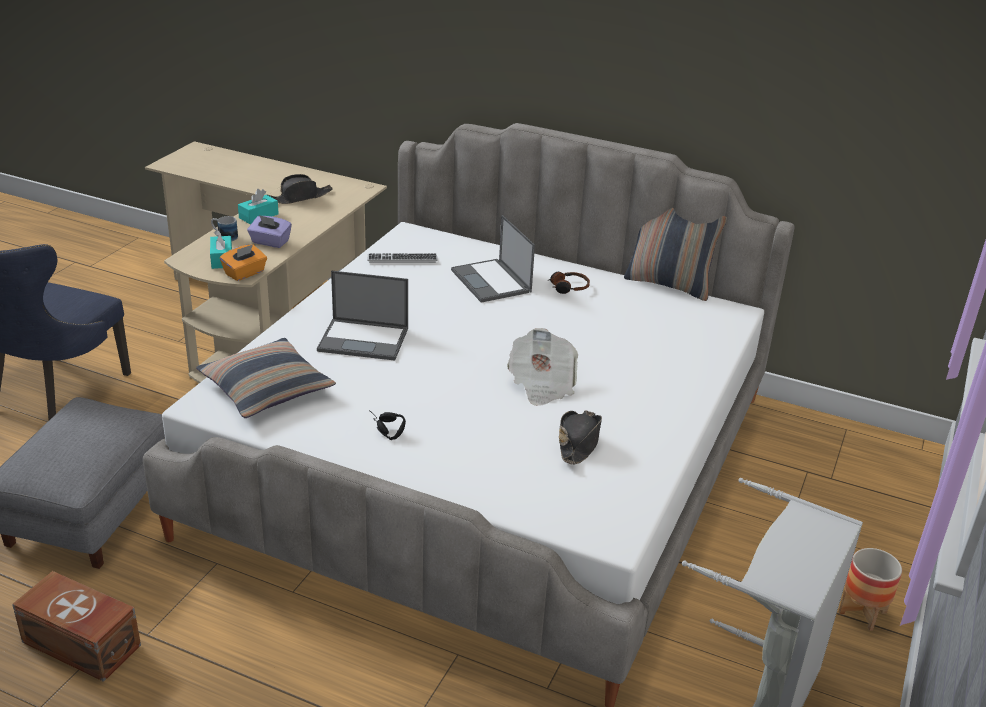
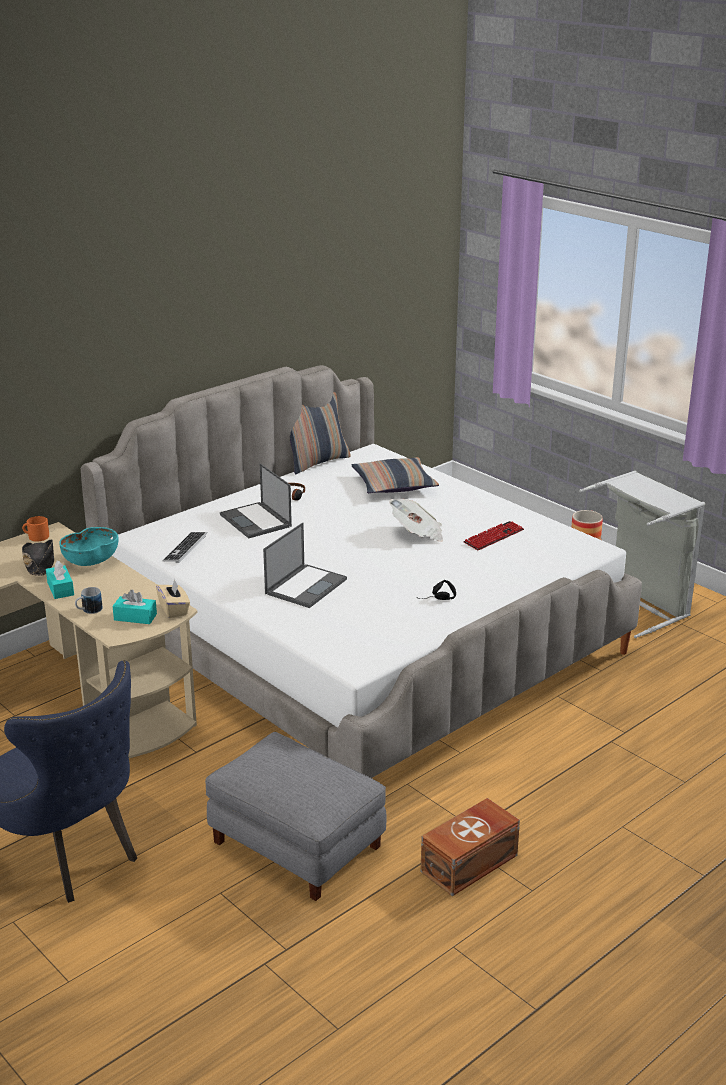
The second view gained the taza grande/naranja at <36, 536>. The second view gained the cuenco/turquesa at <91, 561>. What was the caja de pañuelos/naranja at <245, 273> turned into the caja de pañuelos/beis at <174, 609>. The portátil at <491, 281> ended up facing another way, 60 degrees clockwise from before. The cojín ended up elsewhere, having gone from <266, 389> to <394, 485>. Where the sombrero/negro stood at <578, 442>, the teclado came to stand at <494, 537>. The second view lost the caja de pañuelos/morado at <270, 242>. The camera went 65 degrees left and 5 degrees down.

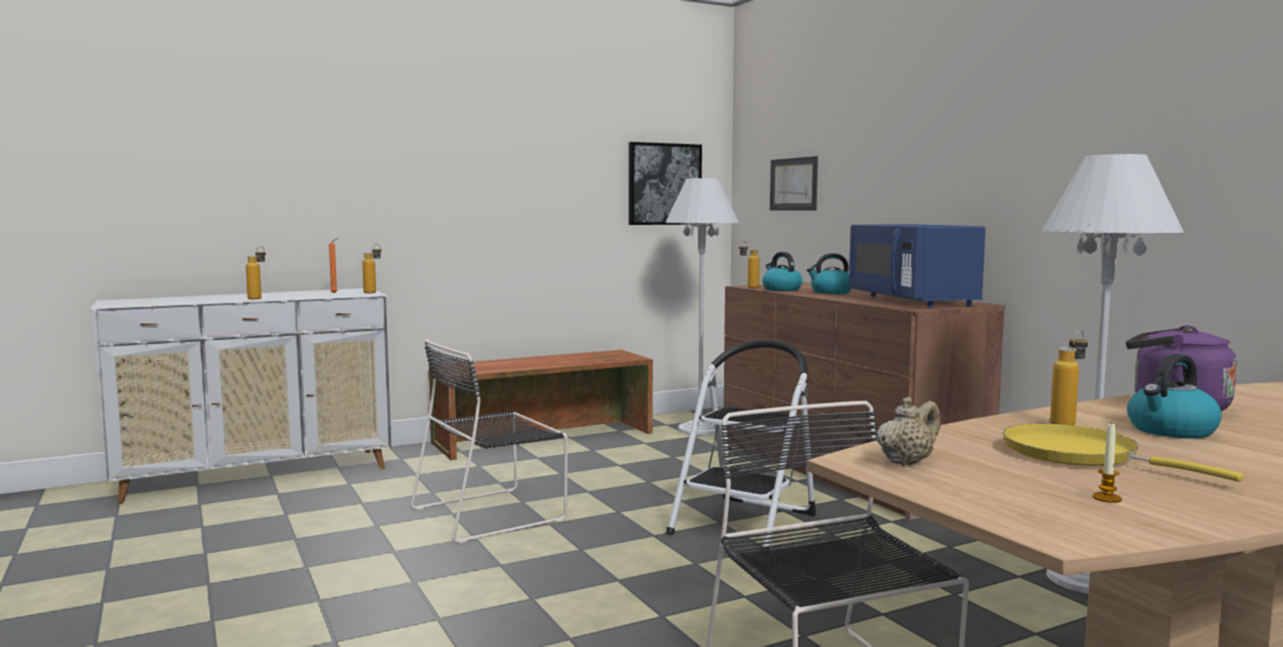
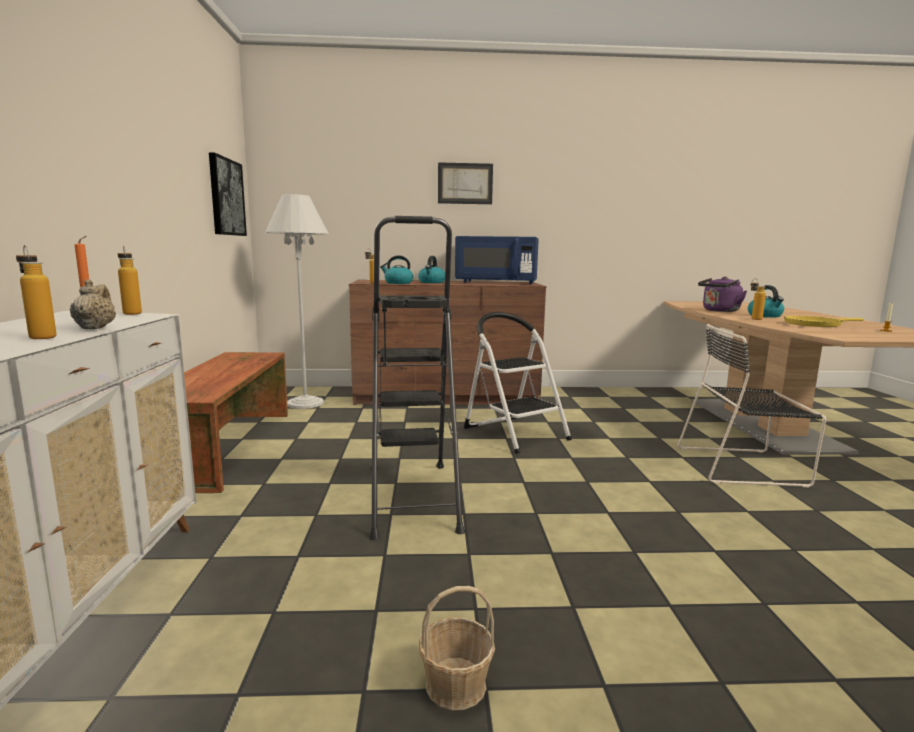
The tetera/beis ended up elsewhere, having gone from <907, 462> to <95, 328>. Where the silla/negro stood at <493, 513>, the escalera de tijera came to stand at <411, 498>. The second view gained the cesta at <455, 684>. The cuadro ended up elsewhere, having gone from <794, 184> to <465, 183>. The second view lost the lámpara de pie/blanco at <1086, 579>. The camera went 65 degrees left and 5 degrees up.

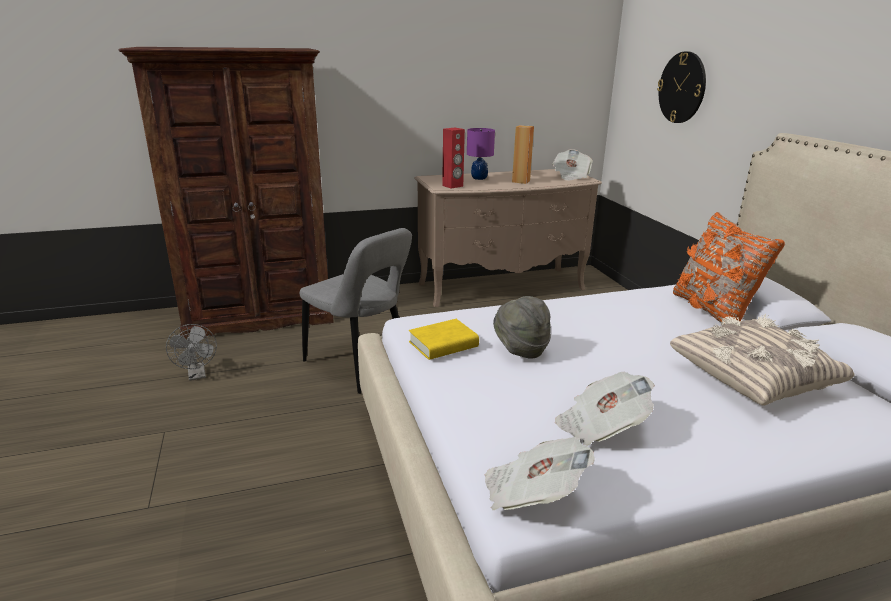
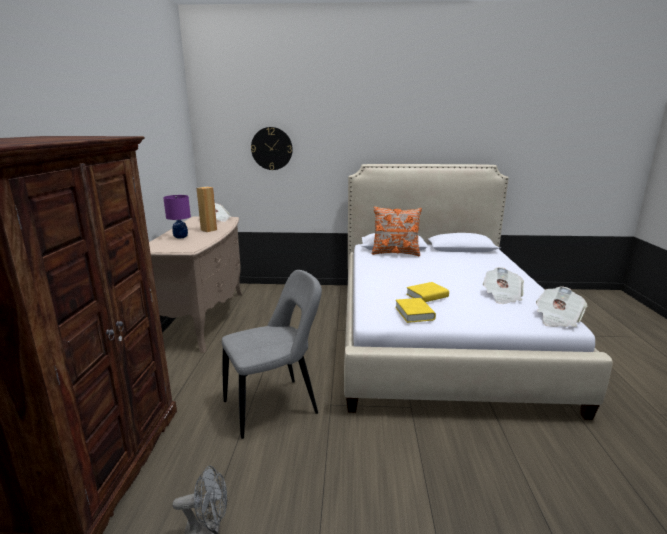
Where the sombrero/gris stood at <520, 349>, the libro/amarillo came to stand at <427, 296>. The second view lost the altavoz/rojo at <453, 186>. The second view lost the cojín/beis at <751, 380>. The camera went 70 degrees left and 5 degrees down.

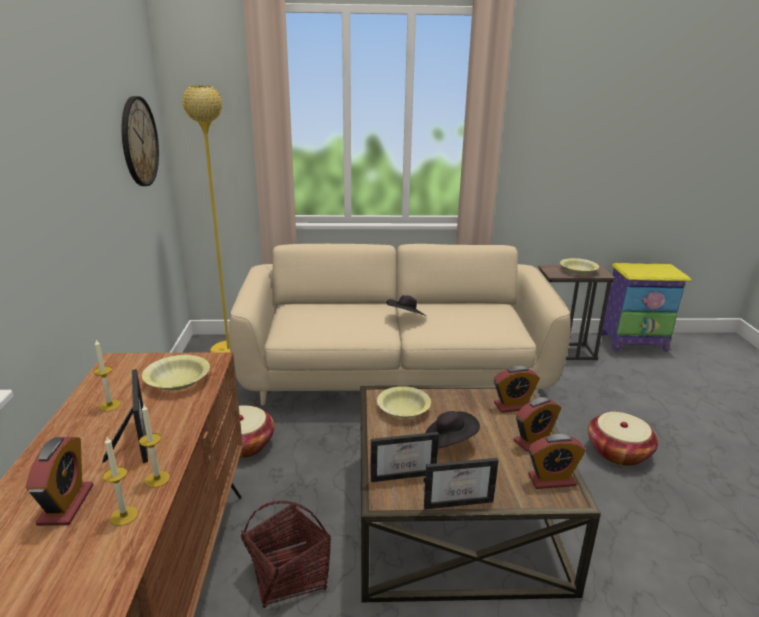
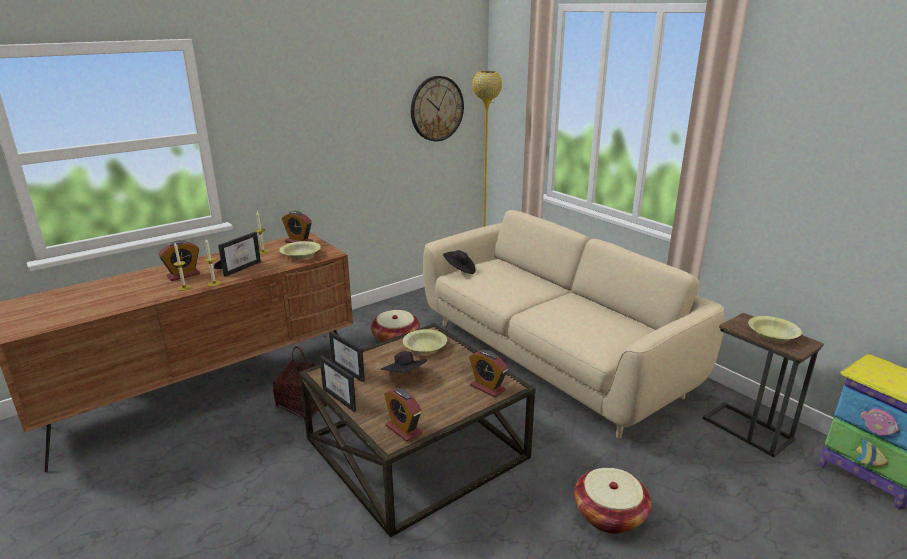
The despertador ended up elsewhere, having gone from <534, 441> to <299, 242>. The sombrero/negro ended up elsewhere, having gone from <406, 317> to <459, 270>. The camera went 55 degrees right and 0 degrees up.

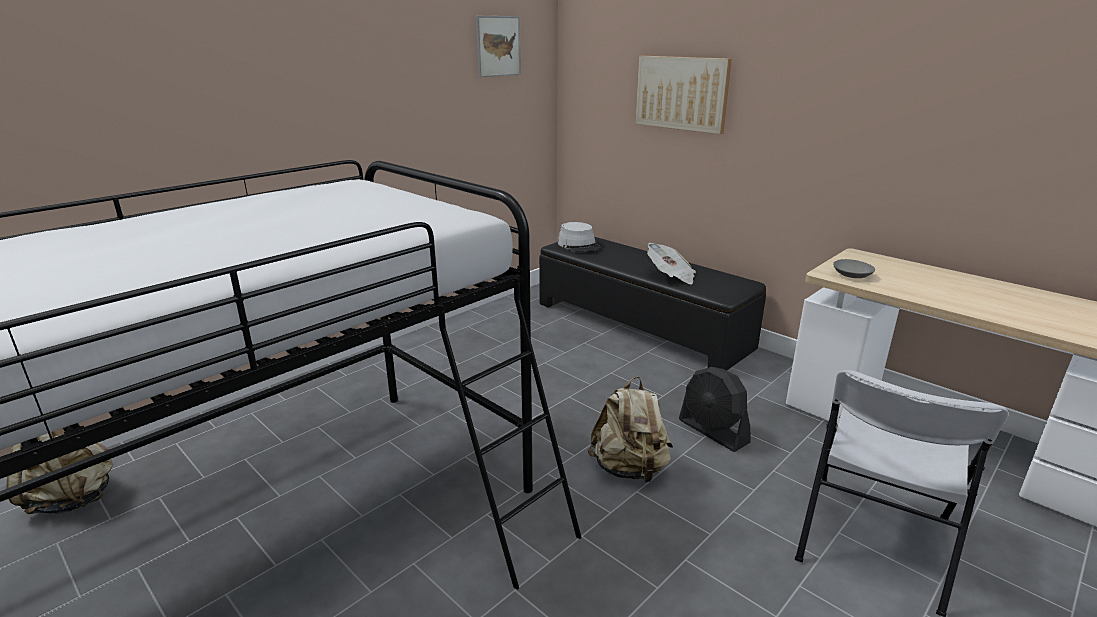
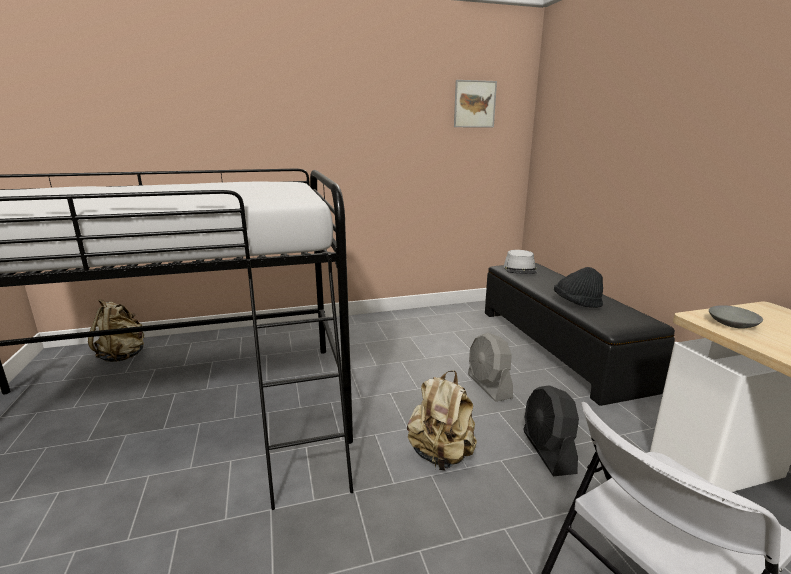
The second view gained the ventilador/gris at <489, 386>. Where the periódico stood at <671, 276>, the sombrero/negro came to stand at <576, 304>. The second view lost the cuadro at <682, 93>. The camera went 30 degrees right and 5 degrees down.

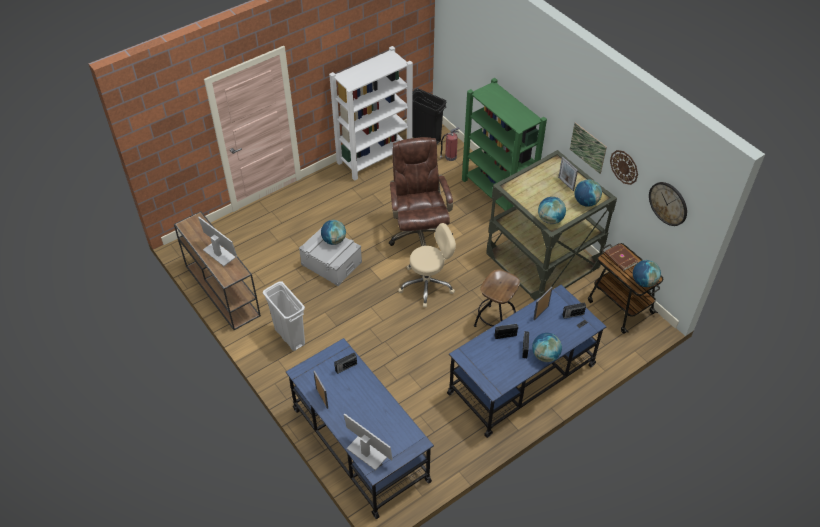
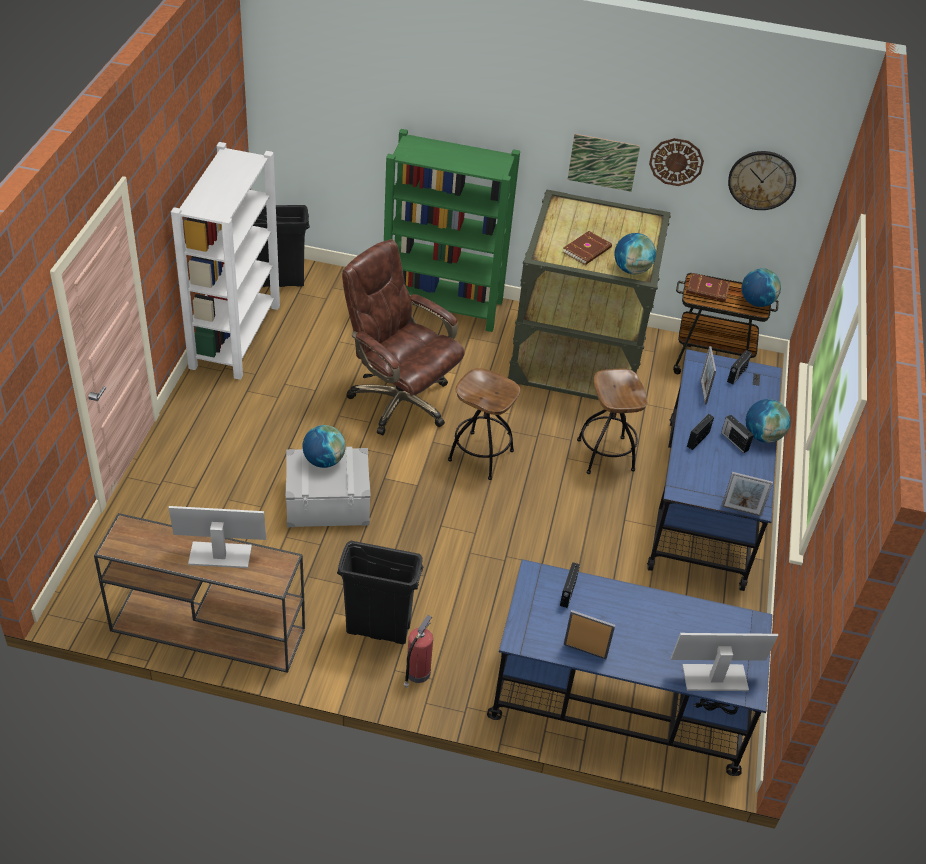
What was the papelera/blanco at <290, 337> turned into the papelera/negro at <378, 630>. The extintor ended up elsewhere, having gone from <450, 157> to <417, 673>. Where the silla de oficina/beis stood at <429, 284>, the taburete/marrón came to stand at <481, 455>. The second view gained the libro/marrón at <587, 250>. The portarretratos ended up elsewhere, having gone from <566, 184> to <741, 510>. The second view lost the globo terráqueo at <586, 202>. The camera went 45 degrees left and 5 degrees down.

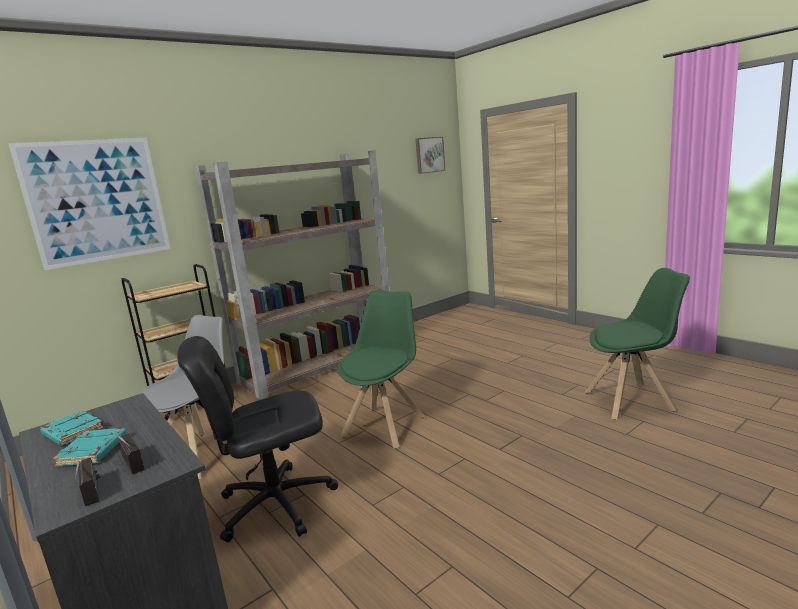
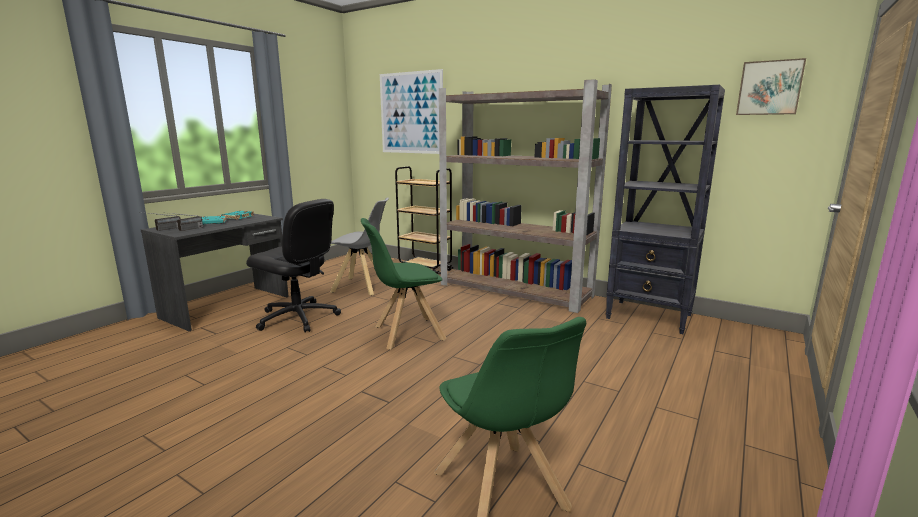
The silla de oficina/negro at <276, 503> ended up facing another way, 150 degrees clockwise from before. The silla/verde at <385, 424> ended up facing another way, 150 degrees clockwise from before. The second view gained the estantería/negro at <649, 317>. The camera went 70 degrees right and 0 degrees up.

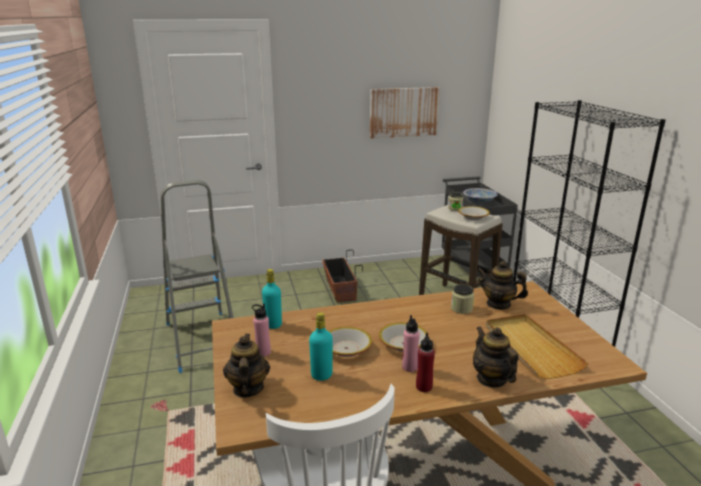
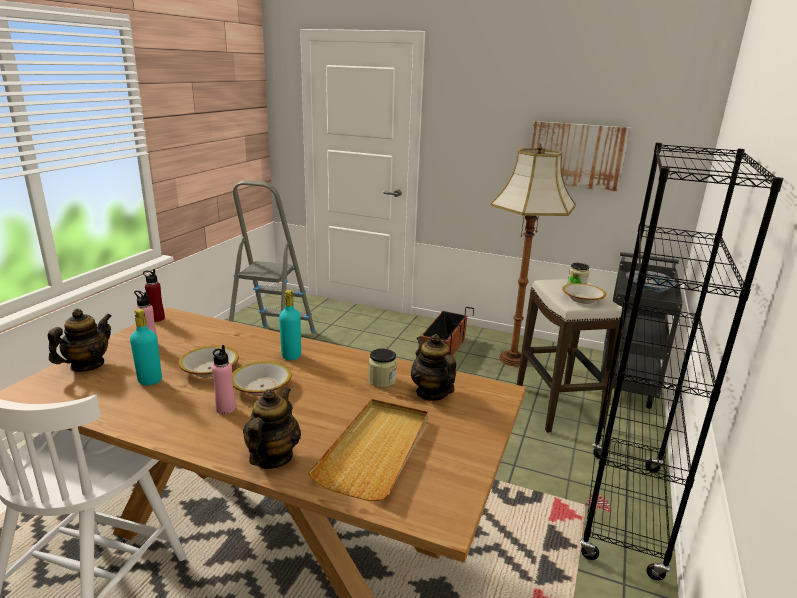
The botella/rojo ended up elsewhere, having gone from <424, 387> to <157, 319>. The botella/turquesa ended up elsewhere, having gone from <273, 324> to <291, 356>. The second view gained the lámpara de pie at <514, 359>. The camera went 35 degrees right and 0 degrees up.

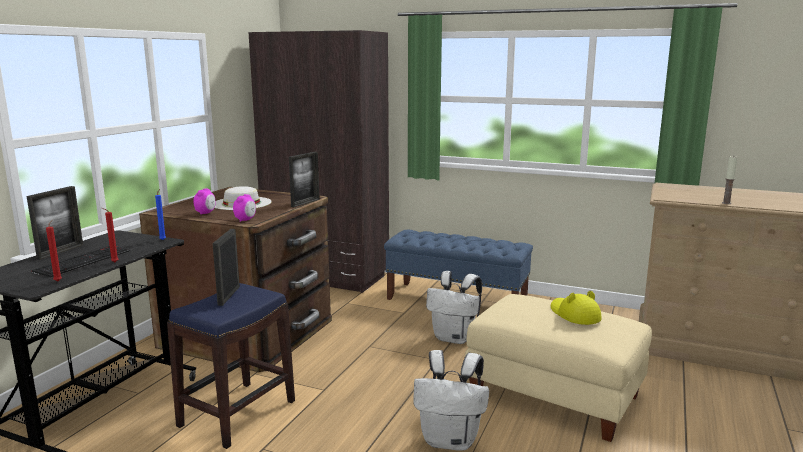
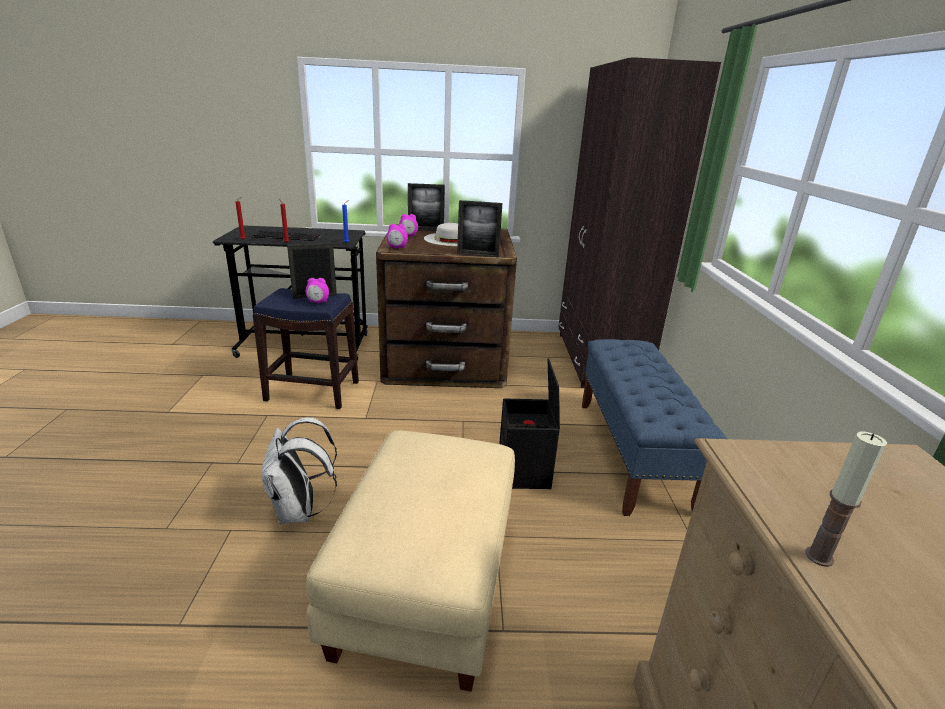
The second view gained the despertador at <318, 302>. The portarretratos ended up elsewhere, having gone from <60, 251> to <426, 230>. Where the mochila/blanco stood at <455, 338>, the caja de almacenaje/negro came to stand at <525, 472>. The second view lost the sombrero/amarillo at <574, 314>. The camera went 65 degrees right and 10 degrees up.

